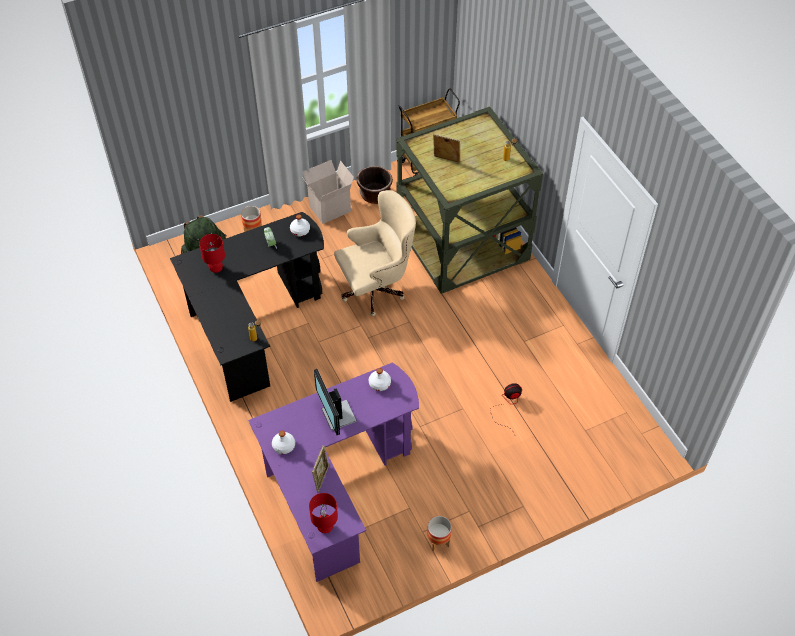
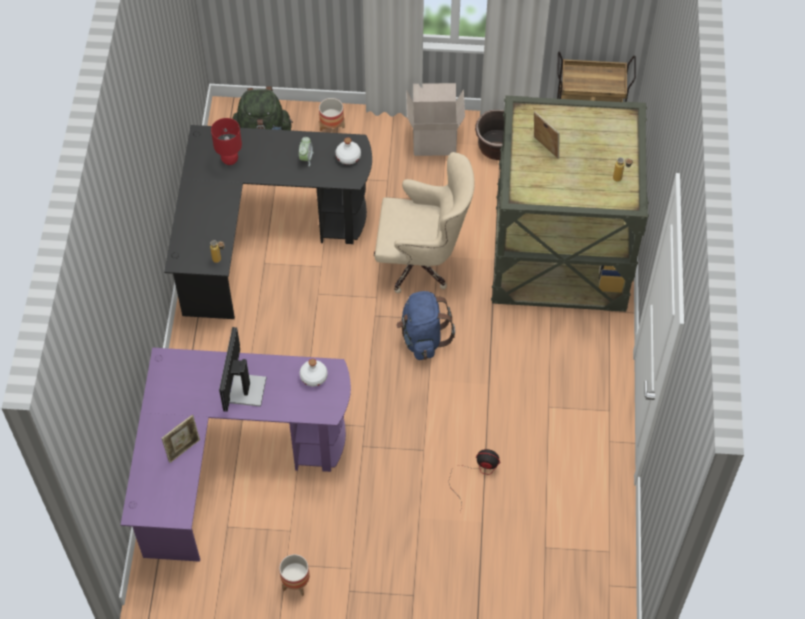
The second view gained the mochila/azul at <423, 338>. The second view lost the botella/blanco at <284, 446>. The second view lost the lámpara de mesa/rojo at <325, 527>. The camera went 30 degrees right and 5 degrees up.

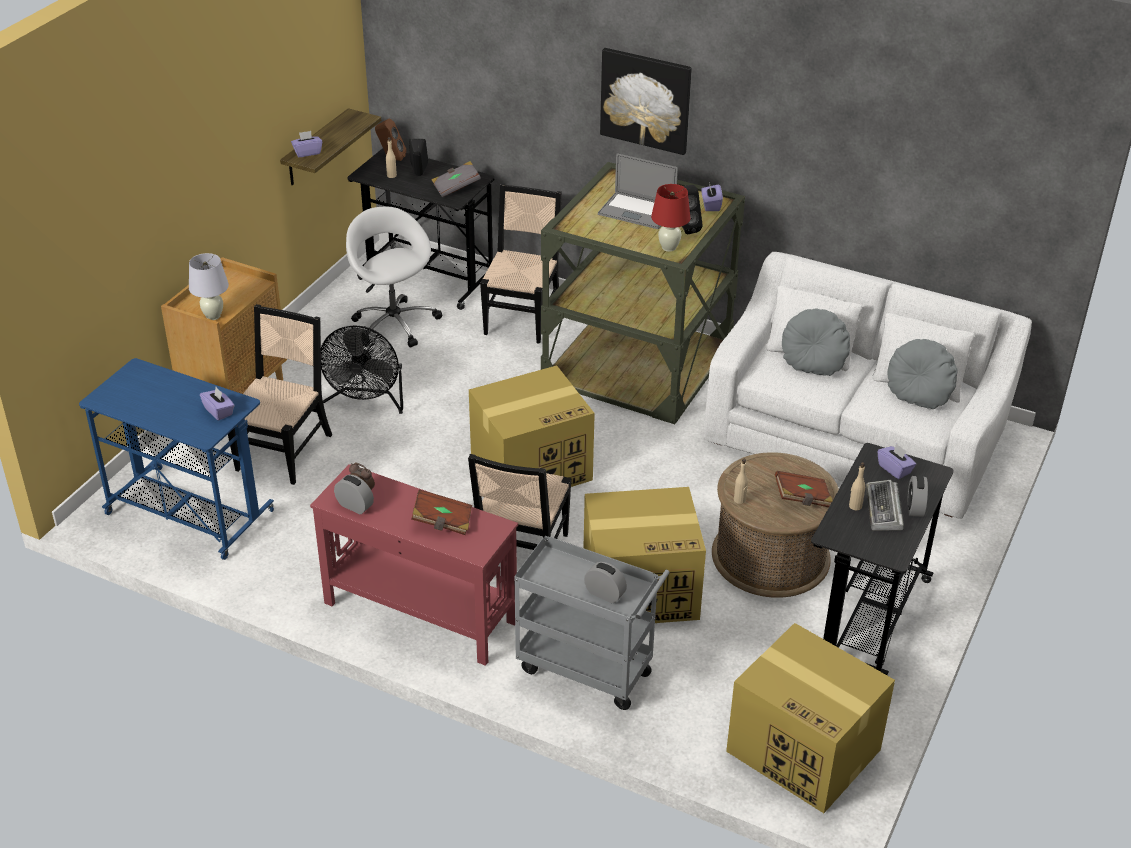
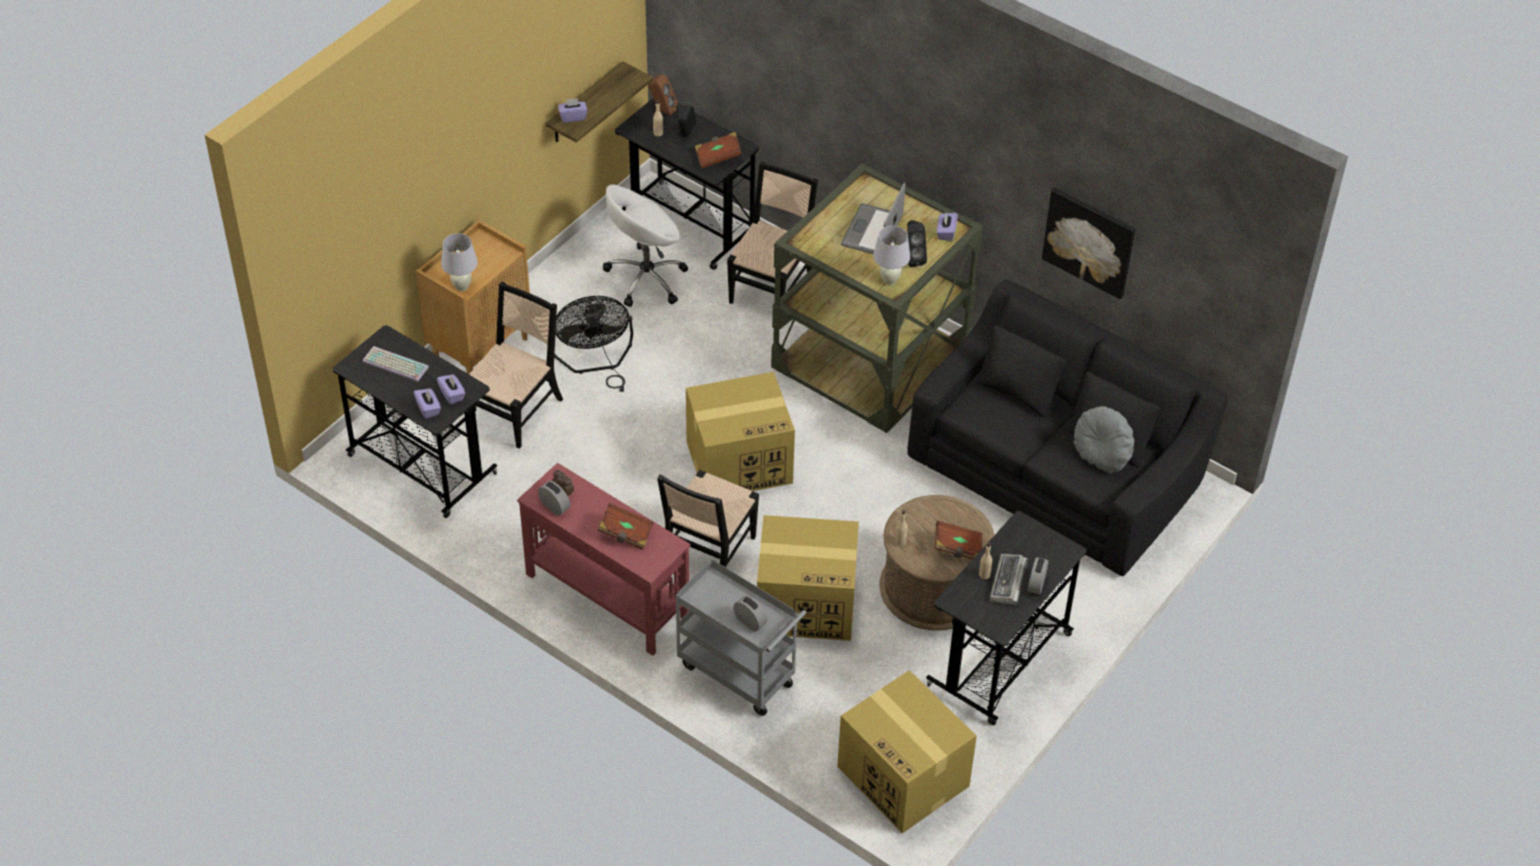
What was the escritorio/azul at <189, 513> turned into the escritorio/negro at <422, 465>. The second view gained the teclado at <394, 365>. The caja de pañuelos/morado ended up elsewhere, having gone from <895, 469> to <428, 409>. The ventilador/negro at <361, 398> ended up facing another way, 150 degrees clockwise from before. The silla de oficina/blanco at <394, 325> ended up facing another way, 90 degrees counterclockwise from before. What was the libro/gris at <456, 187> turned into the libro/marrón at <718, 157>. The portátil at <636, 211> ended up facing another way, 75 degrees clockwise from before. What was the lámpara de mesa/rojo at <669, 248> turned into the lámpara de mesa/blanco at <889, 280>. What was the sofá/blanco at <855, 435> turned into the sofá/negro at <1056, 469>. The cuadro ended up elsewhere, having gone from <646, 100> to <1089, 242>. The second view lost the cojín/gris at <812, 367>. The camera went 10 degrees right and 10 degrees up.

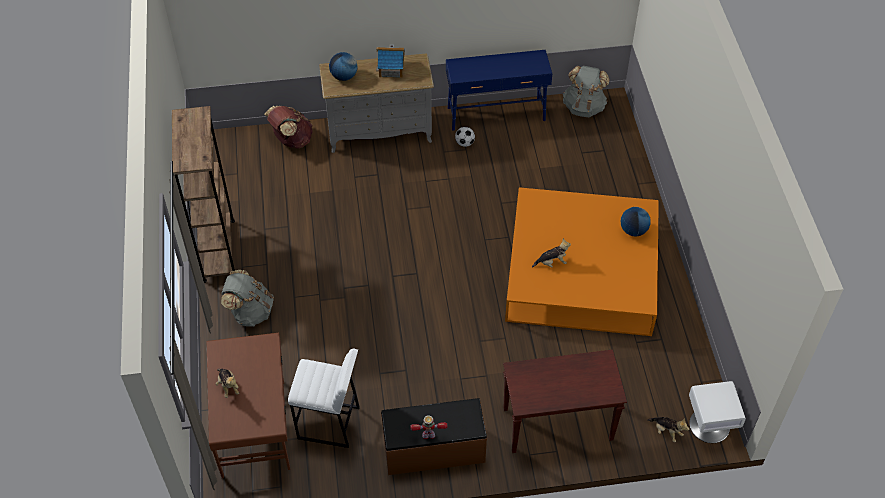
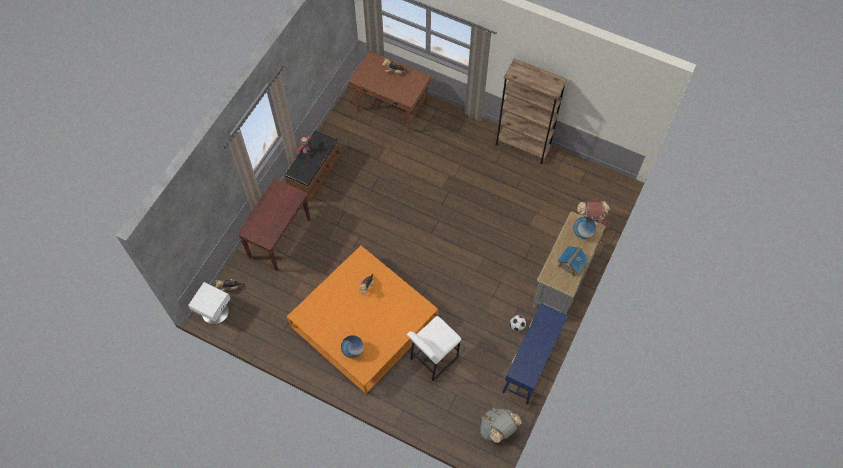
The taburete/blanco ended up elsewhere, having gone from <330, 423> to <433, 359>. The second view lost the mochila/gris at <250, 312>. The camera went 125 degrees right and 10 degrees up.

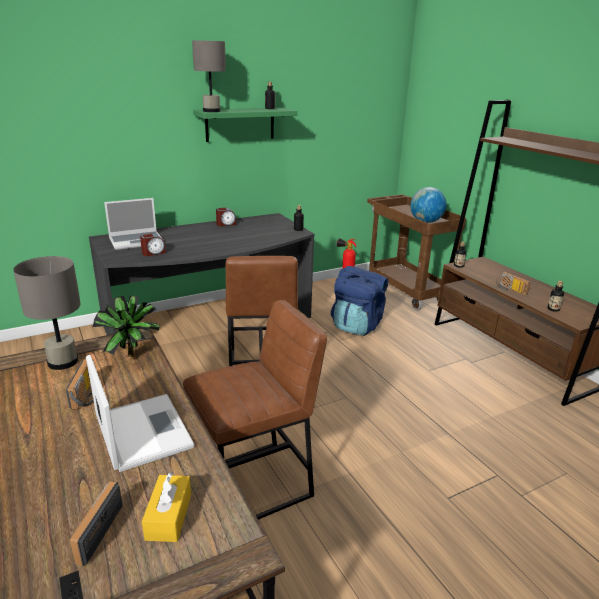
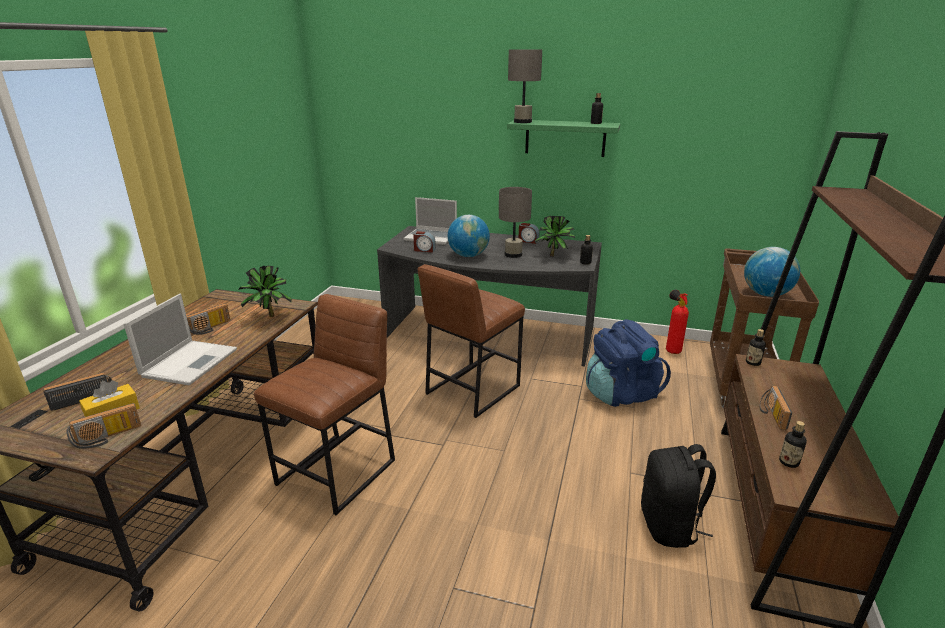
The second view gained the radio at <107, 438>. The silla/marrón at <254, 483> ended up facing another way, 75 degrees counterclockwise from before. The second view gained the globo terráqueo at <468, 255>. The lámpara de mesa/gris ended up elsewhere, having gone from <62, 362> to <513, 254>. The second view gained the planta en maceta at <555, 256>. The second view gained the mochila/negro at <669, 526>. The camera went 45 degrees right and 0 degrees up.

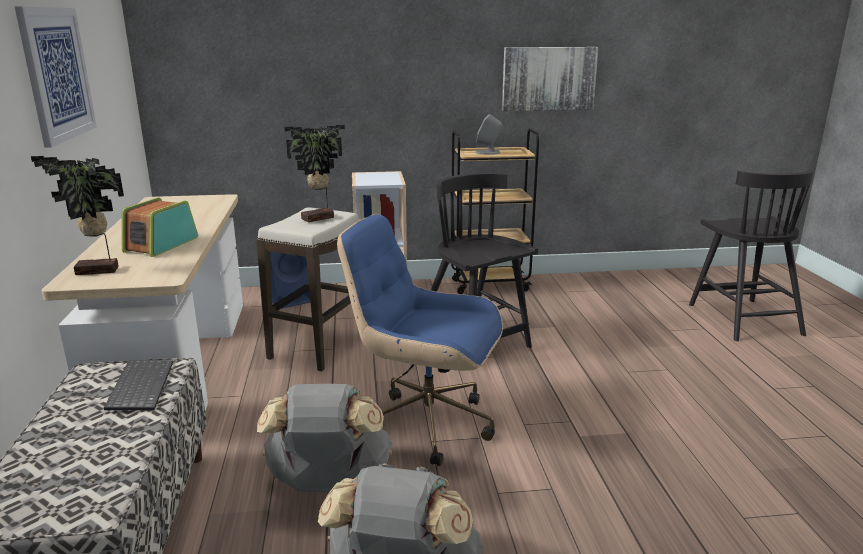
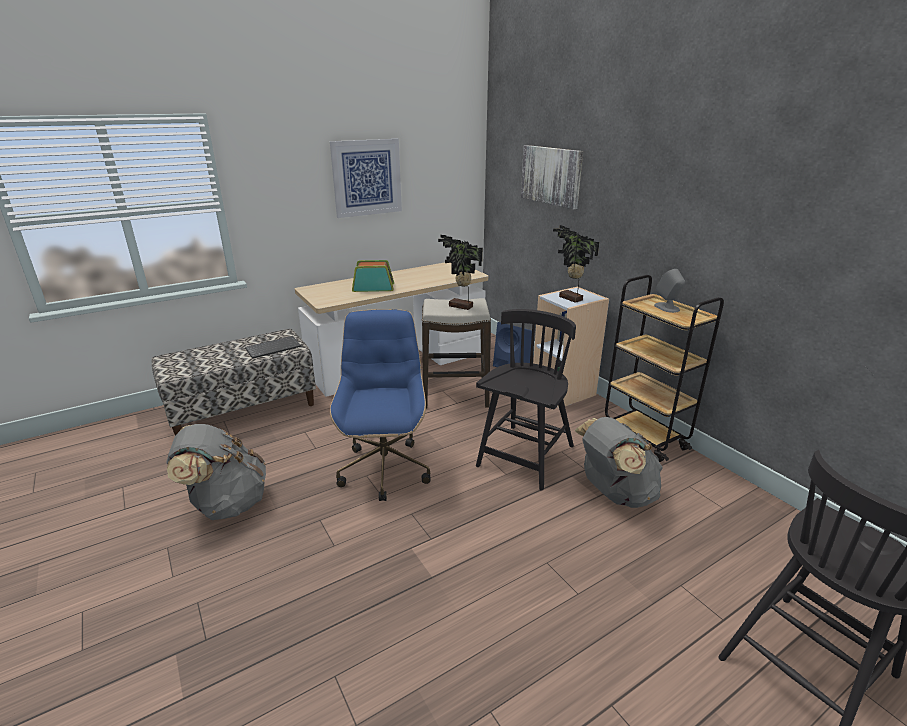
The cuadro ended up elsewhere, having gone from <548, 78> to <551, 175>. The planta en maceta ended up elsewhere, having gone from <97, 272> to <570, 299>. The mochila/gris ended up elsewhere, having gone from <329, 484> to <614, 493>. The camera went 65 degrees right and 5 degrees up.

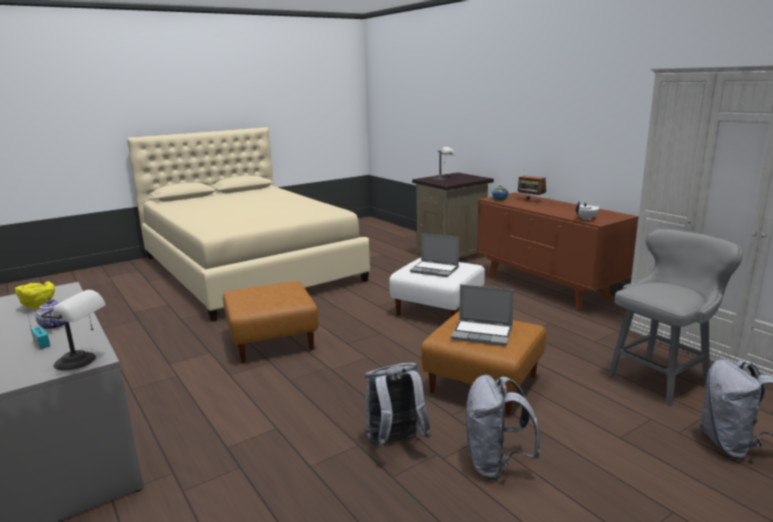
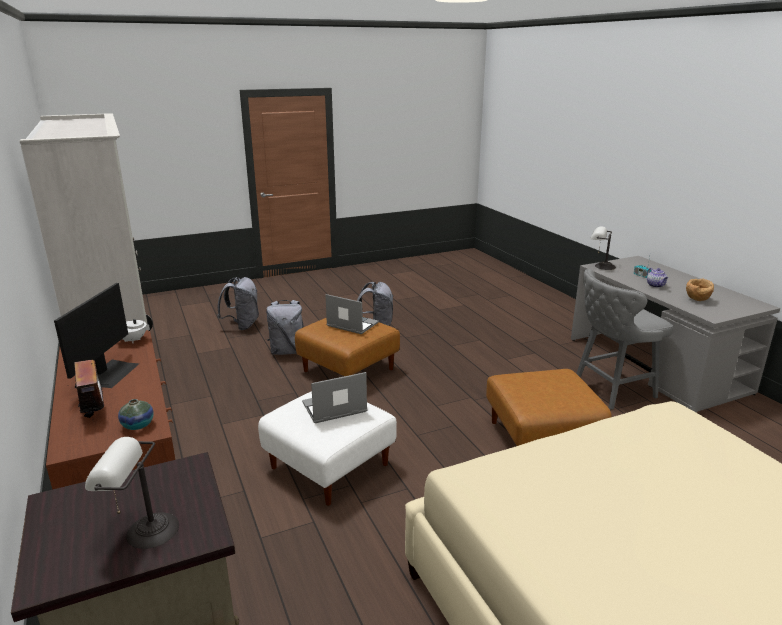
The second view gained the monitor at <110, 373>. The mochila/gris ended up elsewhere, having gone from <395, 443> to <288, 351>. The portátil at <435, 270> ended up facing another way, 60 degrees counterclockwise from before. The taburete/gris ended up elsewhere, having gone from <661, 379> to <611, 390>. What was the cuenco/amarillo at <38, 307> turned into the cuenco/marrón at <697, 300>. The camera went 170 degrees left and 5 degrees up.

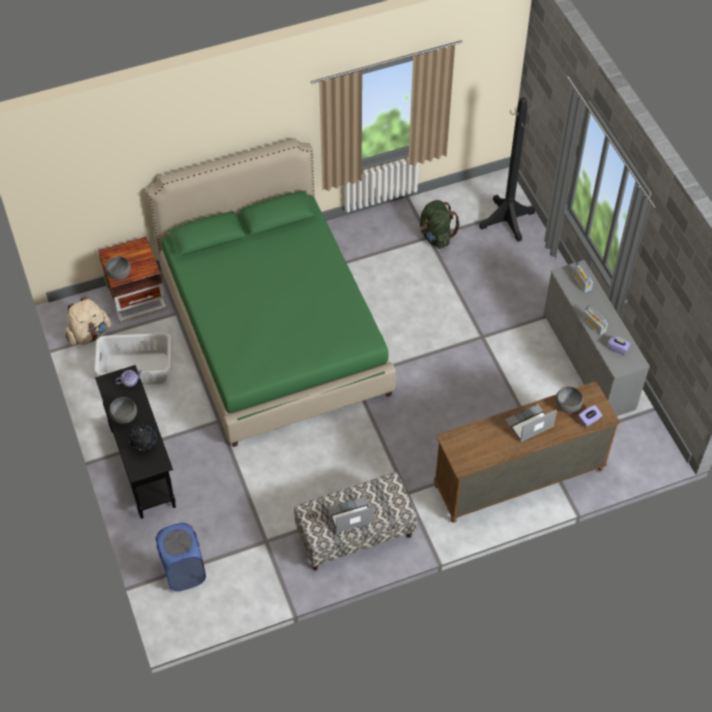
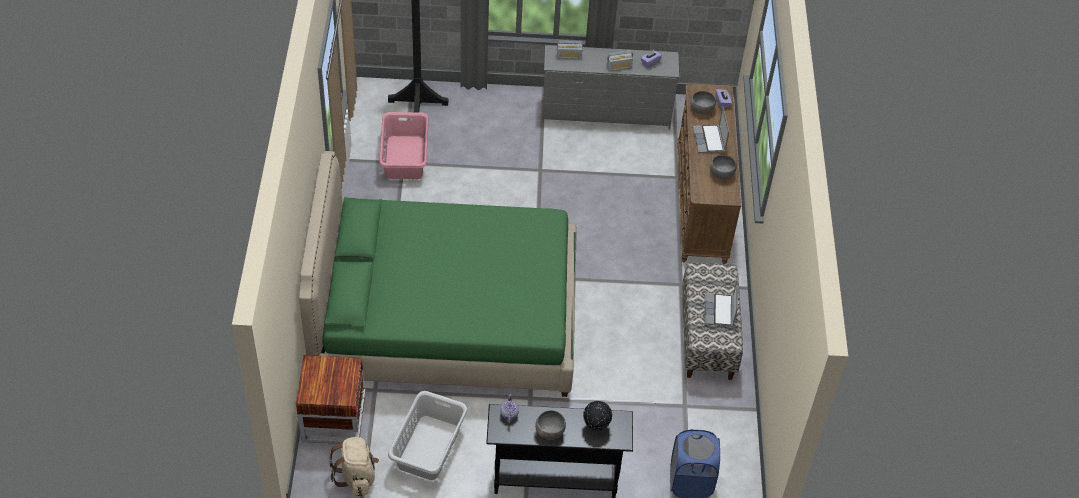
Where the mochila/verde stood at <436, 236>, the cesto de la ropa/rosa came to stand at <405, 157>. The cuenco/gris ended up elsewhere, having gone from <119, 274> to <721, 173>. The camera went 70 degrees left and 5 degrees down.

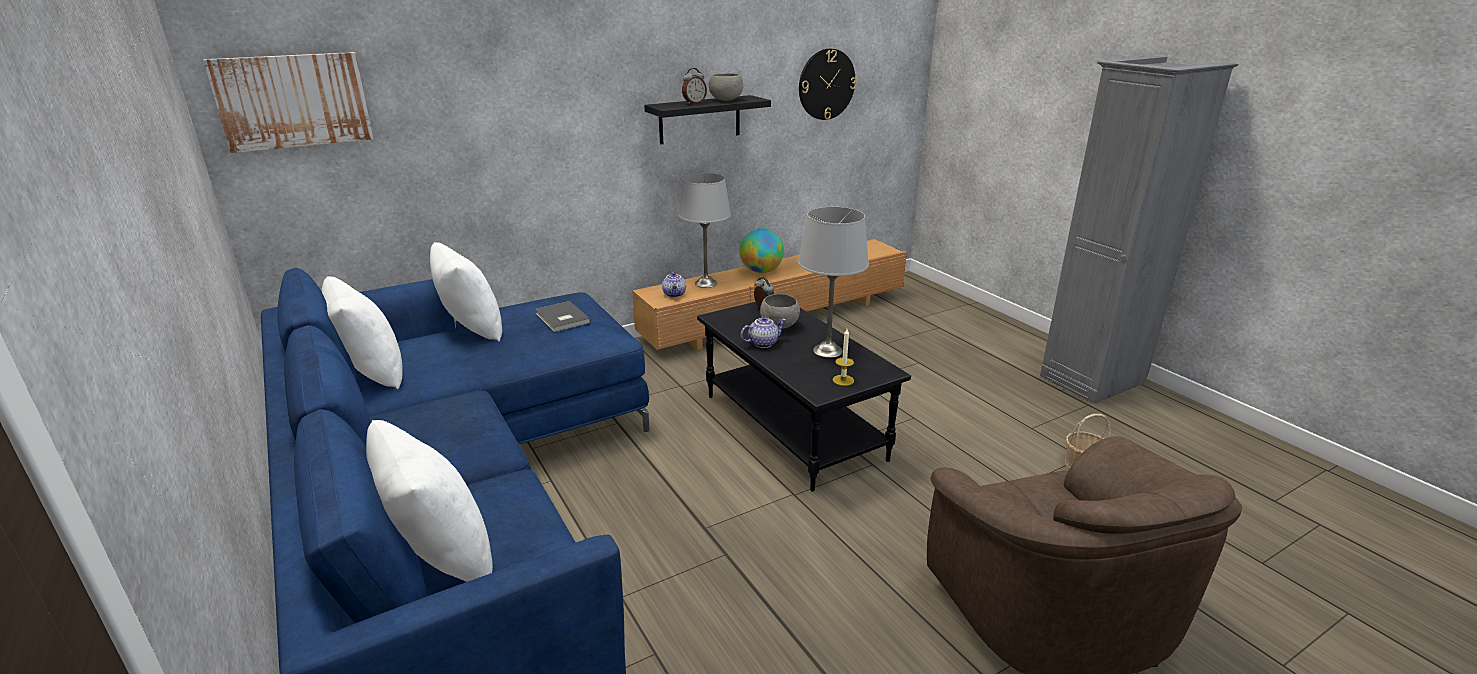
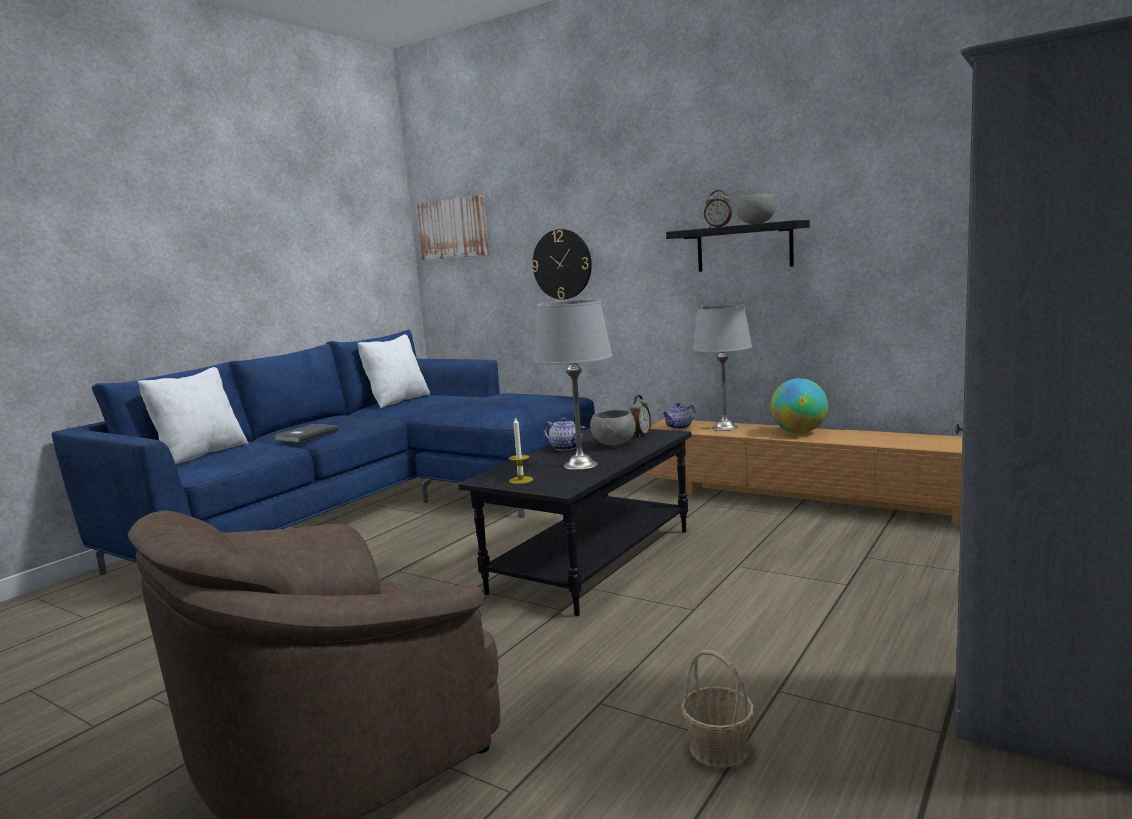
The libro/gris ended up elsewhere, having gone from <561, 319> to <305, 435>. The reloj de pared ended up elsewhere, having gone from <826, 84> to <562, 264>. The second view lost the cojín/blanco at <471, 328>. The camera went 65 degrees right and 15 degrees down.

